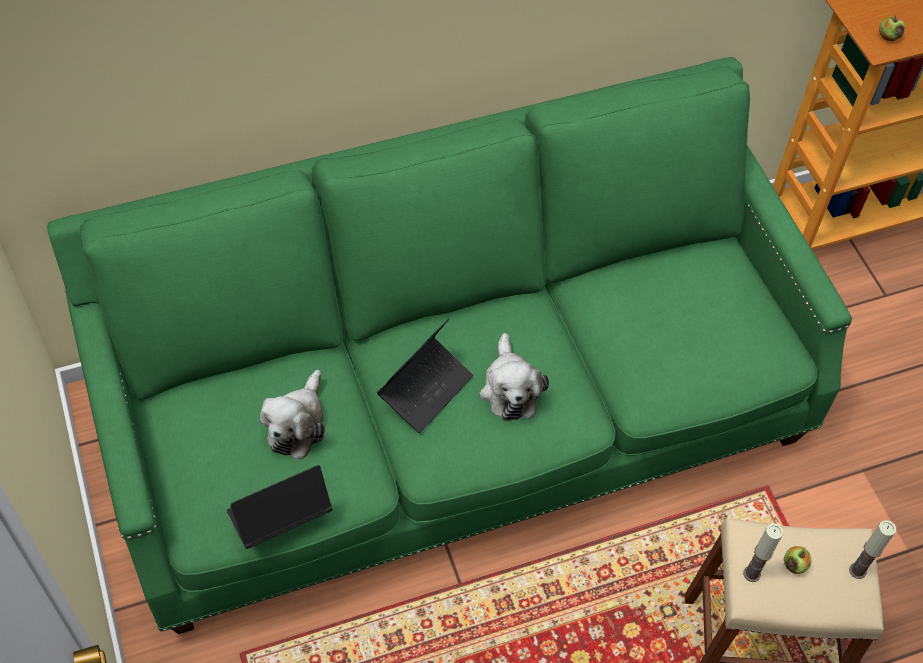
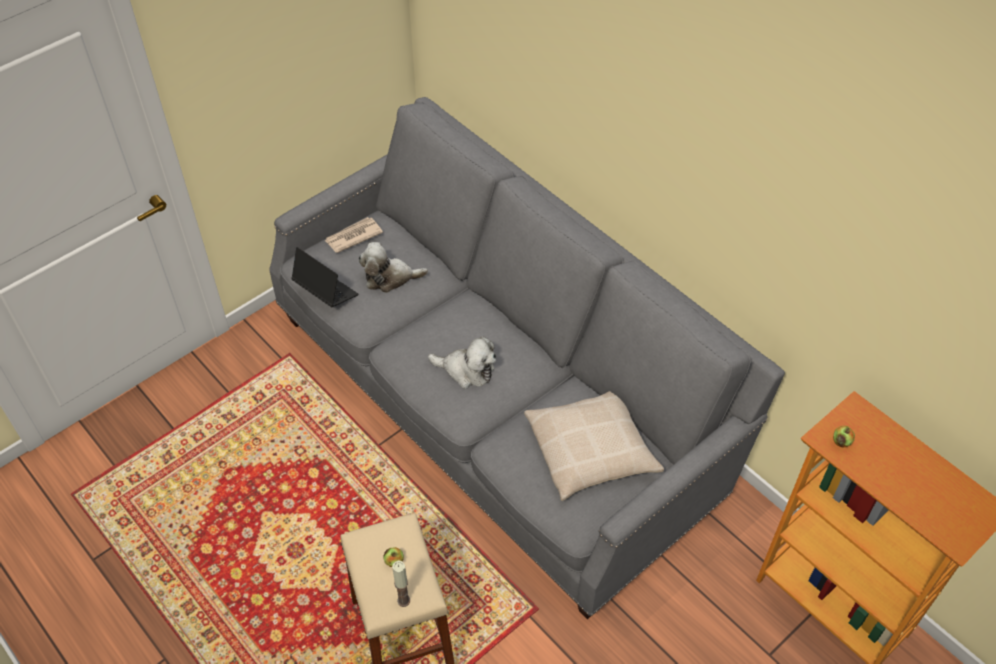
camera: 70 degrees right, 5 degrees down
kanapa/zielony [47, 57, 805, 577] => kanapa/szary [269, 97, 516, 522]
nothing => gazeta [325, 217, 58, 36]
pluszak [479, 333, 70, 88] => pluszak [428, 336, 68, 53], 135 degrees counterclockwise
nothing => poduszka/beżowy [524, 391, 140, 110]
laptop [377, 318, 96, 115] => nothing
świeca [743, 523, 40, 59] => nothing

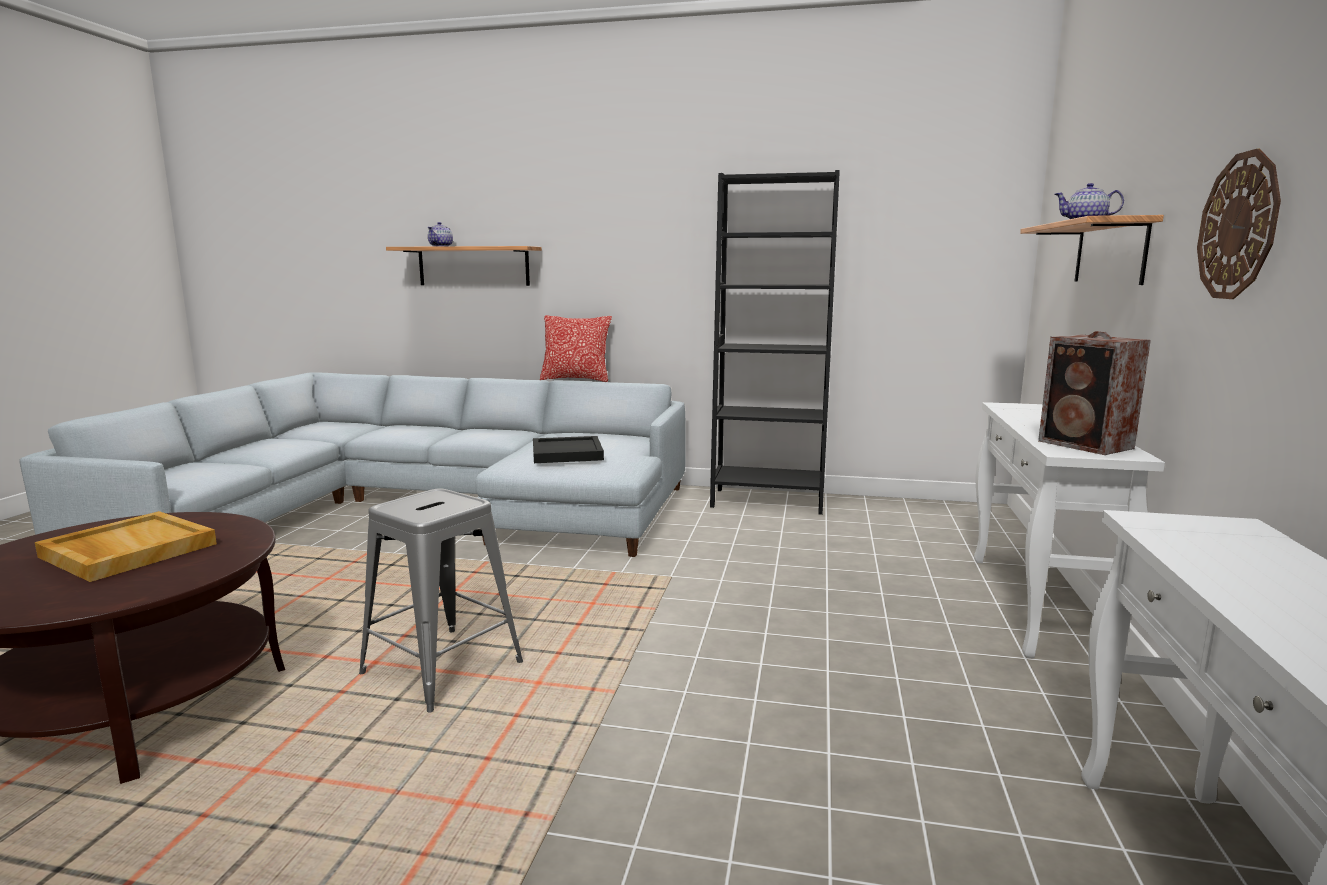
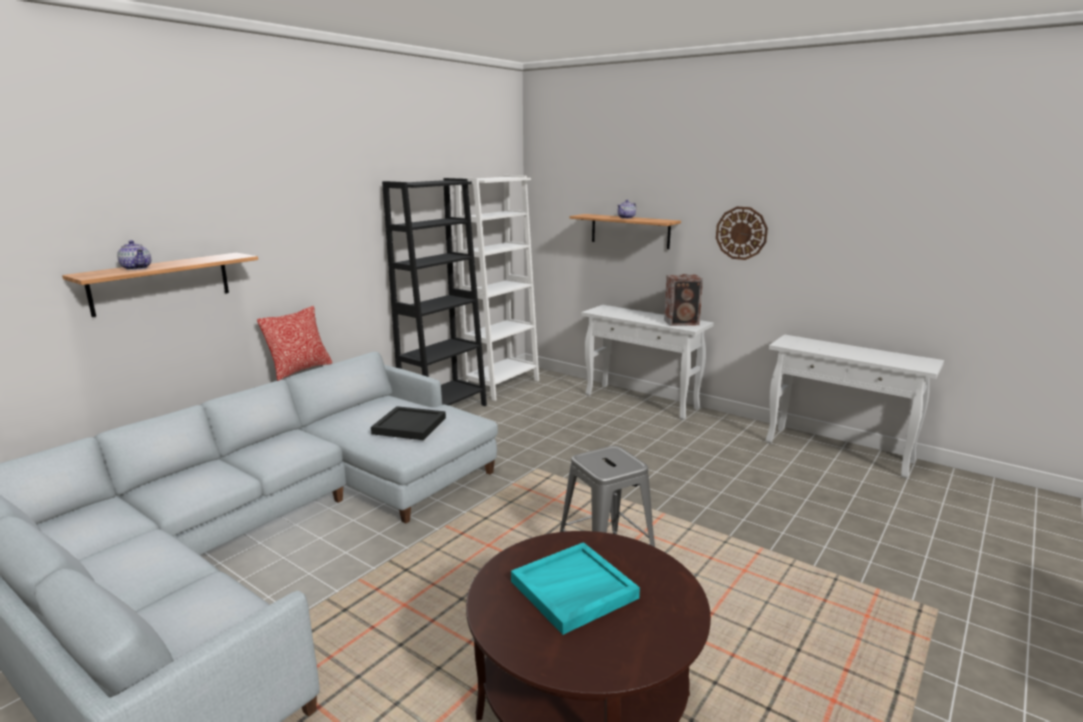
camera: 65 degrees left, 5 degrees up
nothing => regał/biały [455, 175, 84, 226]
taca/beżowy [35, 511, 182, 71] => taca/turkusowy [511, 542, 129, 93]

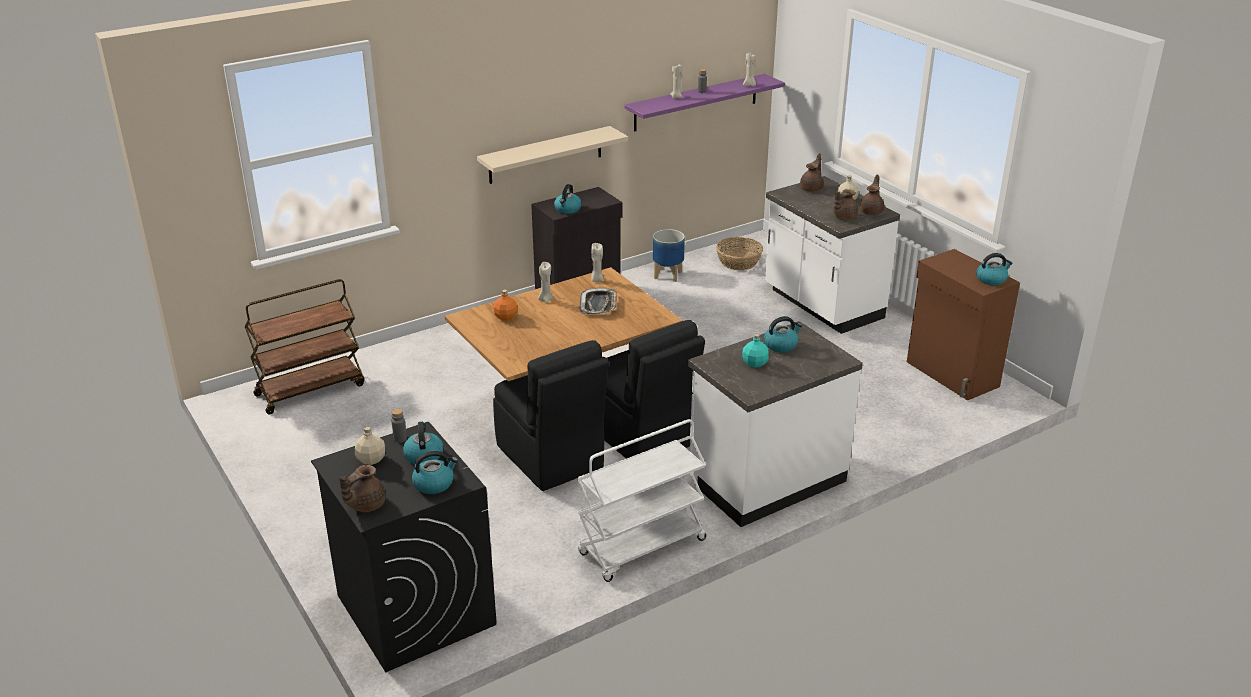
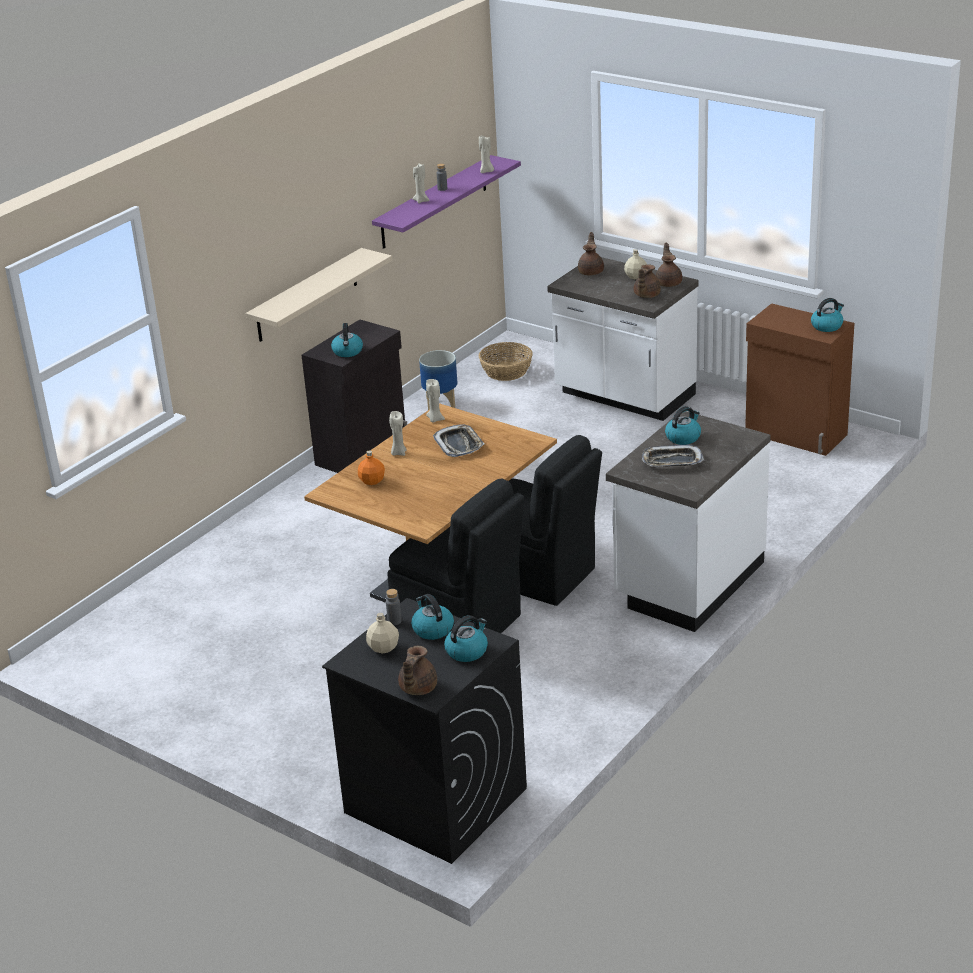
camera: 20 degrees left, 0 degrees up
butelka/turkusowy [742, 334, 27, 34] => taca [642, 445, 62, 22]
wózek/brązowy [245, 279, 120, 135] => nothing
wózek/biały [577, 419, 129, 163] => nothing

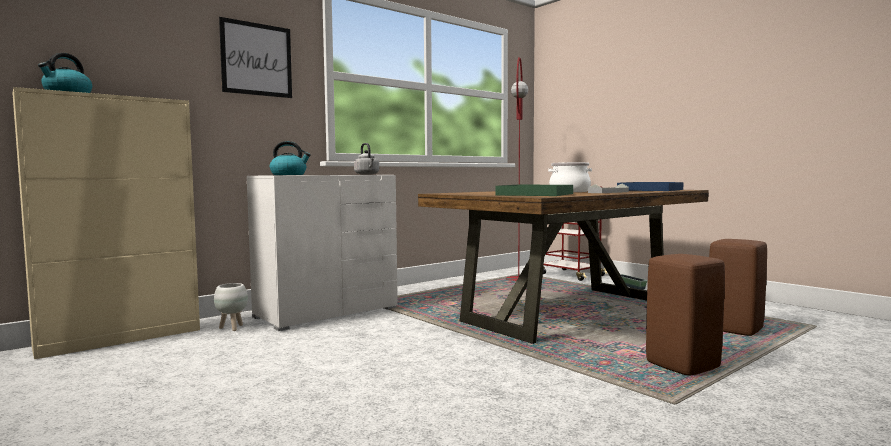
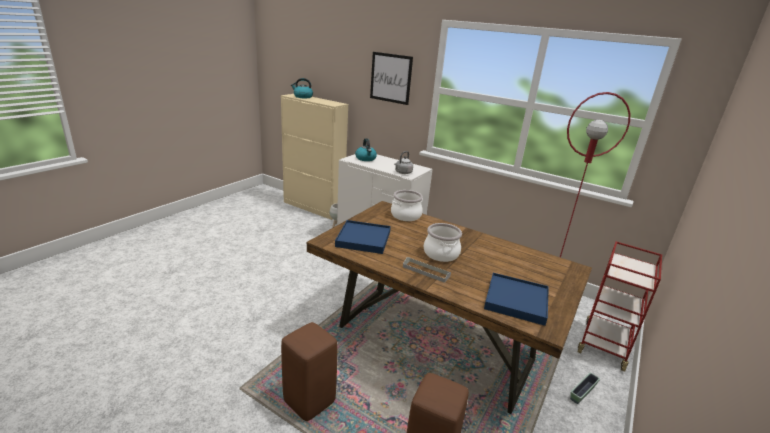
camera: 70 degrees right, 20 degrees up
taca/zielony [495, 185, 78, 11] => taca/niebieski [335, 220, 56, 34]
nothing => garnek [391, 190, 32, 31]

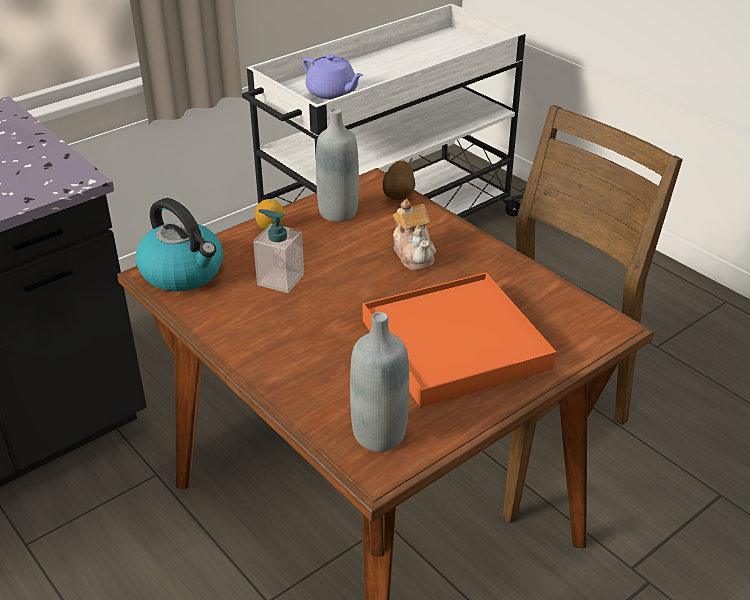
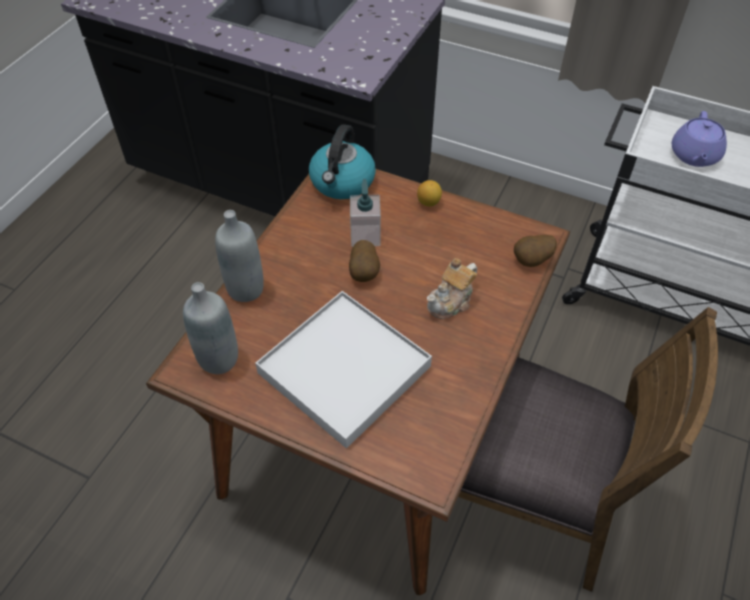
camera: 65 degrees right, 15 degrees up
butelka/szary [316, 108, 43, 114] => butelka/szary [215, 210, 49, 92], shifted
taca/pomarańczowy [363, 273, 193, 135] => taca/biały [255, 291, 177, 157]
nothing => ziemniak [349, 240, 31, 42]

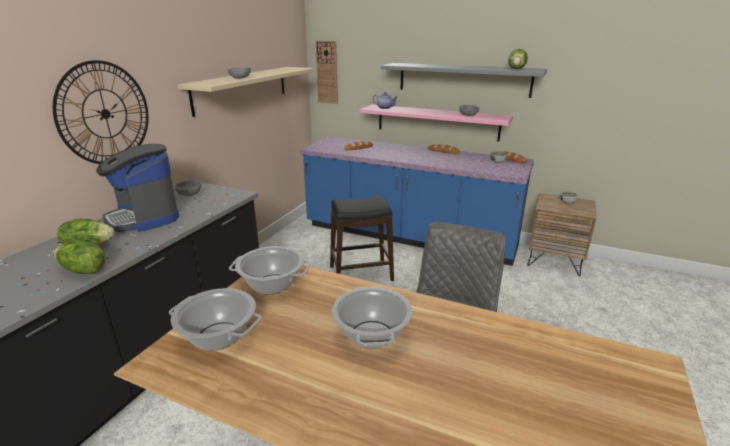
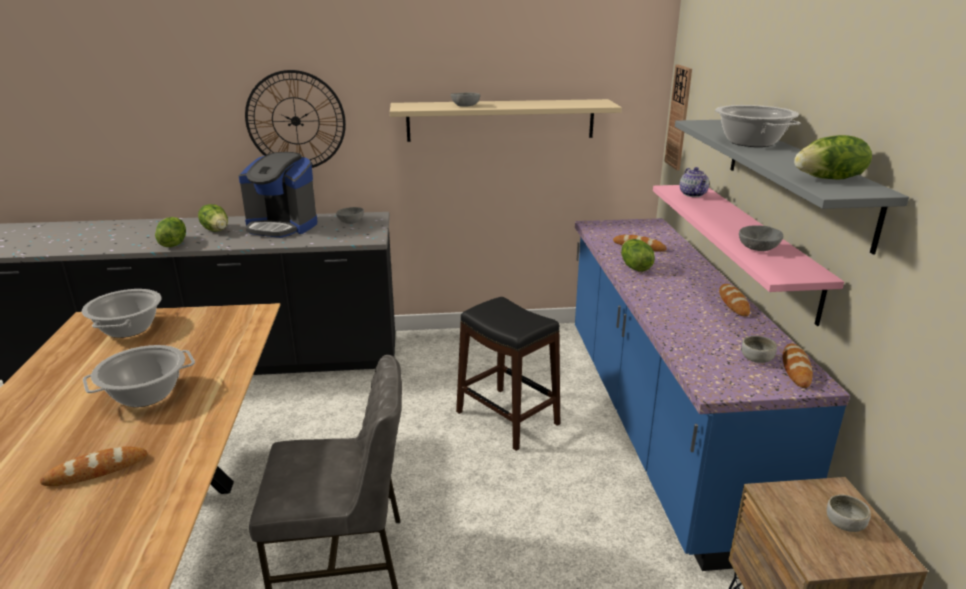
camera: 60 degrees right, 0 degrees up
nothing => chleb [40, 447, 107, 39]
ekspres do kawy [96, 144, 83, 88] => ekspres do kawy [239, 152, 78, 86], 90 degrees counterclockwise
nothing => sałata [621, 239, 34, 32]
garnek [229, 246, 82, 48] => garnek [715, 105, 85, 42], shifted

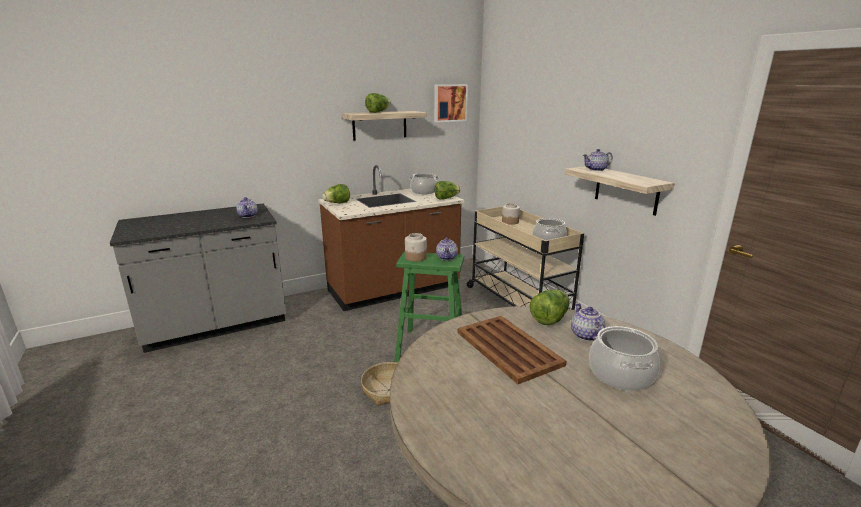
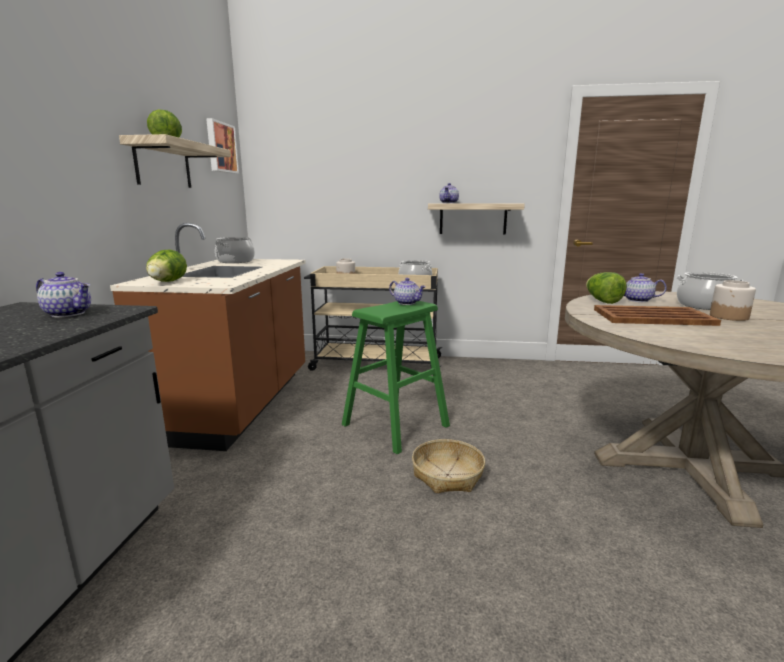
camera: 55 degrees left, 5 degrees down
słoik [405, 233, 22, 28] => słoik [710, 280, 46, 41], shifted
sałata [435, 181, 25, 19] => nothing

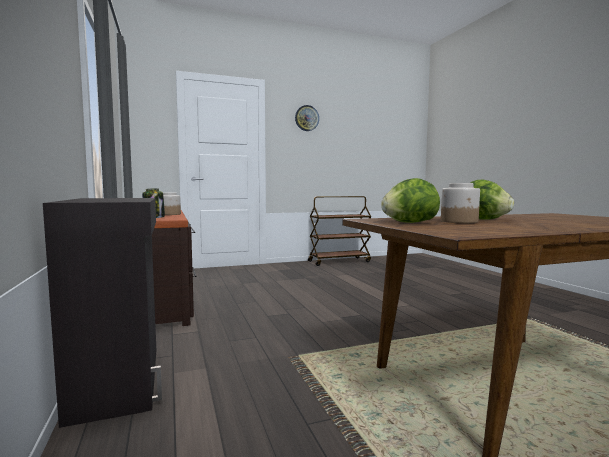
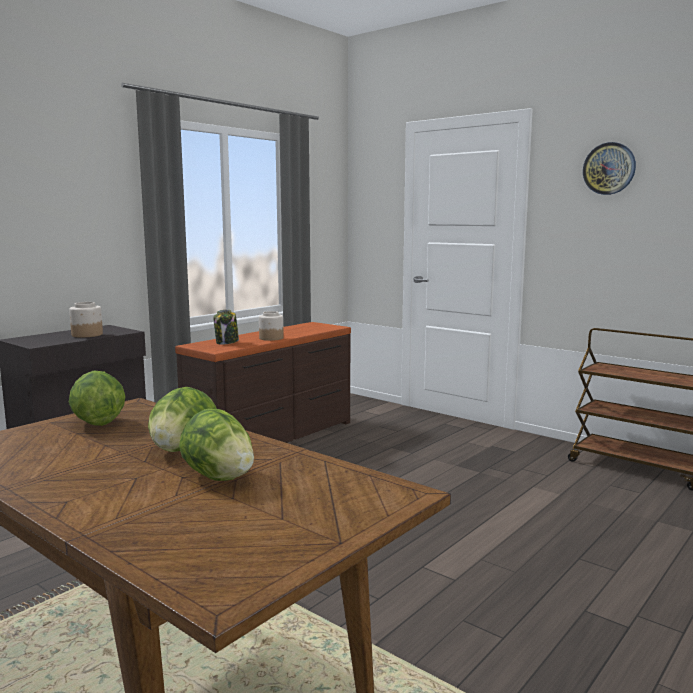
camera: 60 degrees right, 5 degrees up
słoik [441, 183, 39, 40] => słoik [69, 302, 34, 36], shifted
nothing => sałata [179, 409, 75, 72]

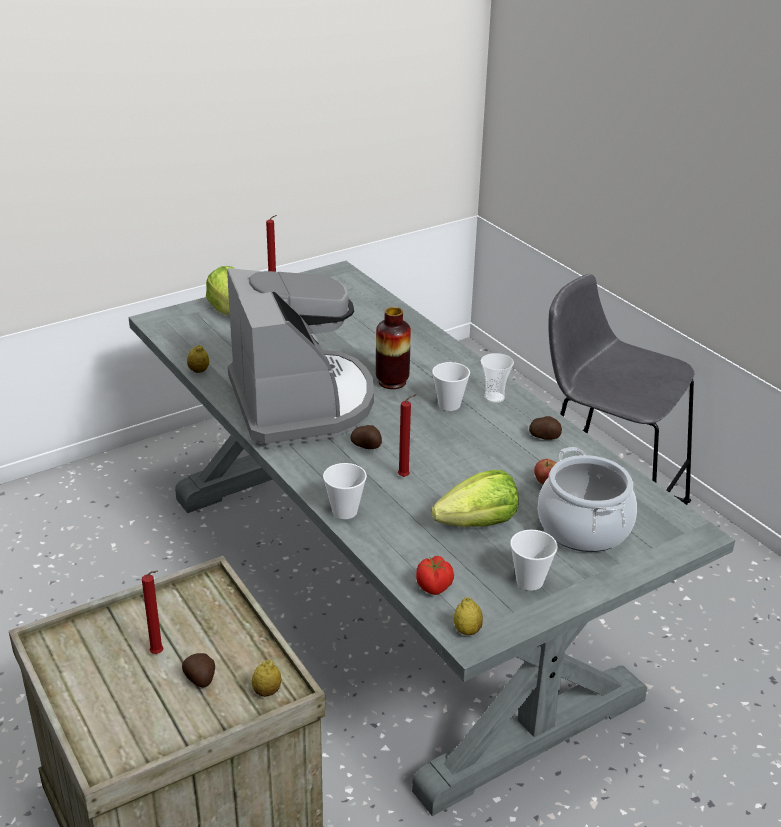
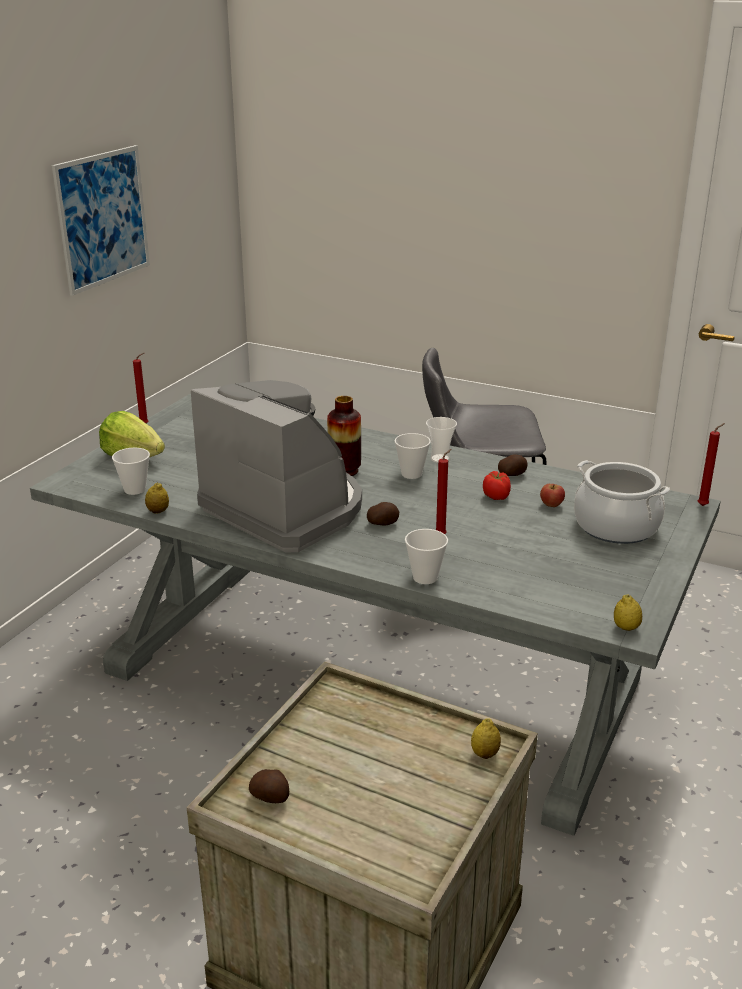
camera: 30 degrees left, 5 degrees down
nothing => obraz [52, 145, 98, 151]
filiżanka [510, 530, 48, 61] => filiżanka [112, 448, 38, 47], shifted
ziemniak [182, 653, 33, 35] => ziemniak [249, 769, 40, 34], shifted
pomidor [416, 556, 38, 39] => pomidor [483, 471, 28, 29], shifted
świeca/czerwony [142, 570, 21, 84] => świeca/czerwony [698, 423, 27, 83], shifted
sałata [432, 470, 86, 57] => nothing

